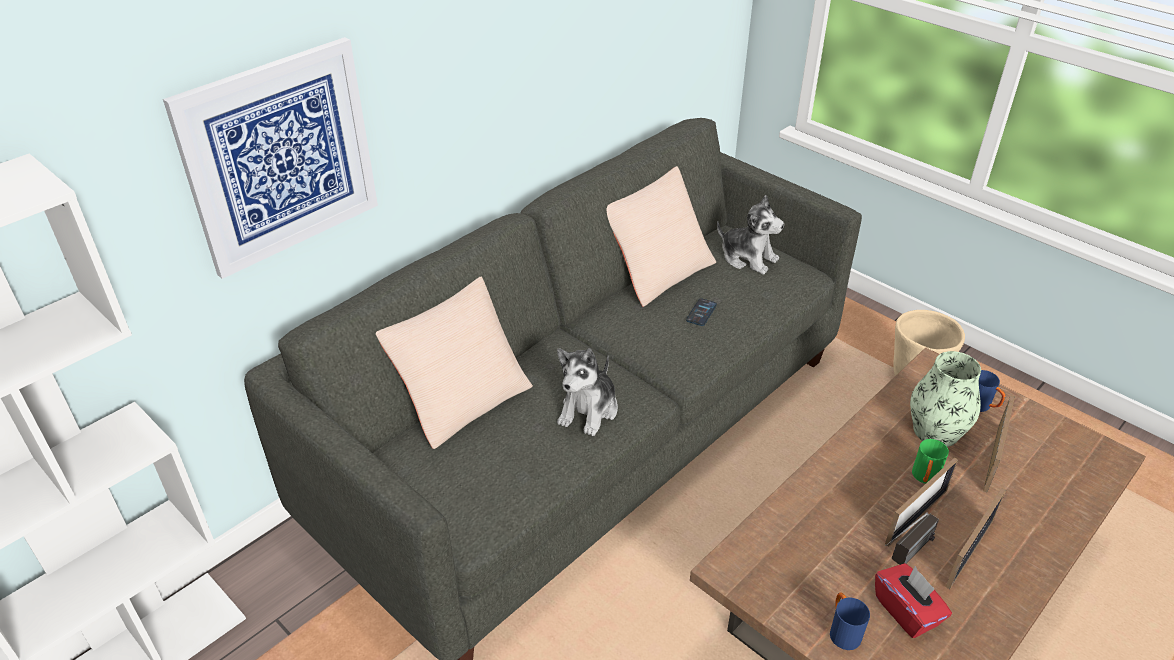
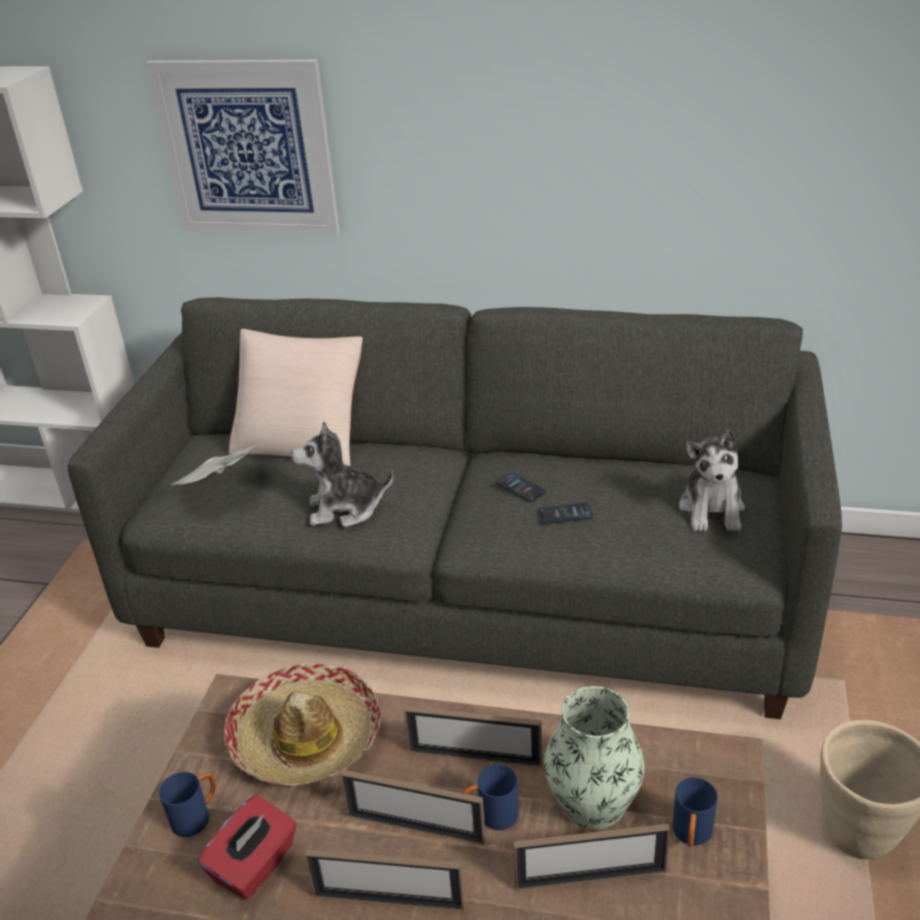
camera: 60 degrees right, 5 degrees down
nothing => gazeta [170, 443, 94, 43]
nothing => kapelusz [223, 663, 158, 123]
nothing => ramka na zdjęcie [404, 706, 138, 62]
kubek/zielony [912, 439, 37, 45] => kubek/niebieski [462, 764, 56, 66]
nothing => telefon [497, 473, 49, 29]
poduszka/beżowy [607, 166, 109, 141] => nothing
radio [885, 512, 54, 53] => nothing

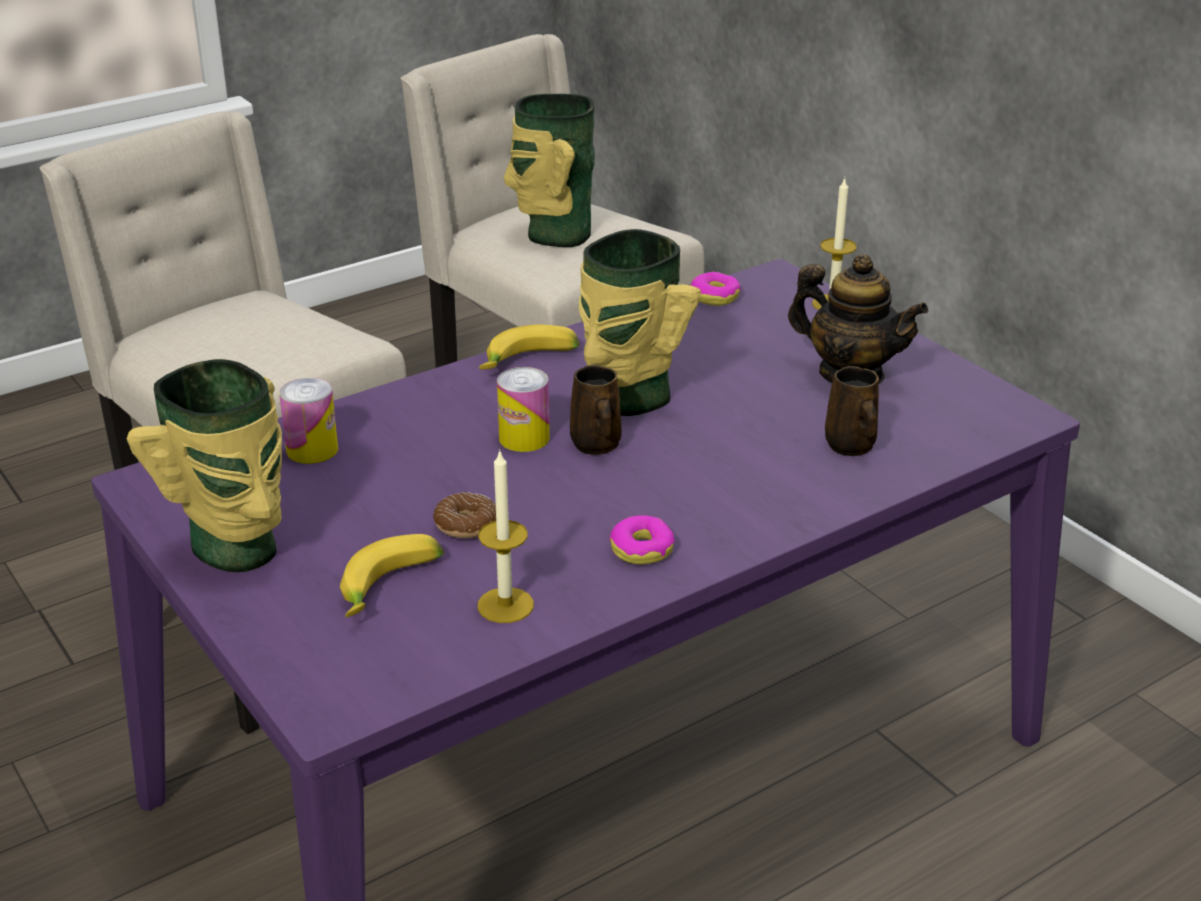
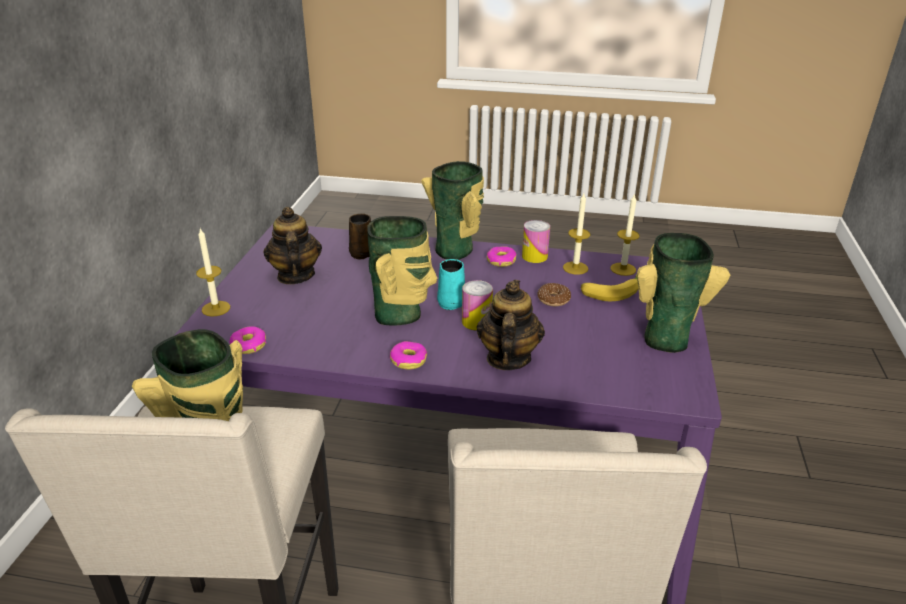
camera: 135 degrees left, 0 degrees up
banan [479, 325, 100, 45] => donut [390, 341, 37, 28]
nothing => wazon [422, 161, 62, 99]
kubek/brązowy [570, 365, 52, 90] => kubek/turkusowy [437, 259, 28, 51]
nothing => imbryk [477, 280, 68, 90]
puszka [279, 378, 59, 86] => puszka [522, 220, 28, 43], shifted
nothing => świeca [611, 193, 29, 83]

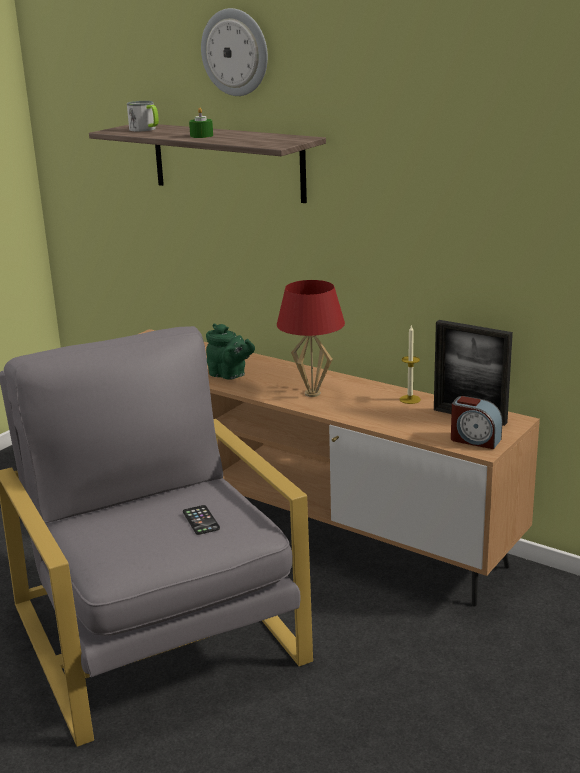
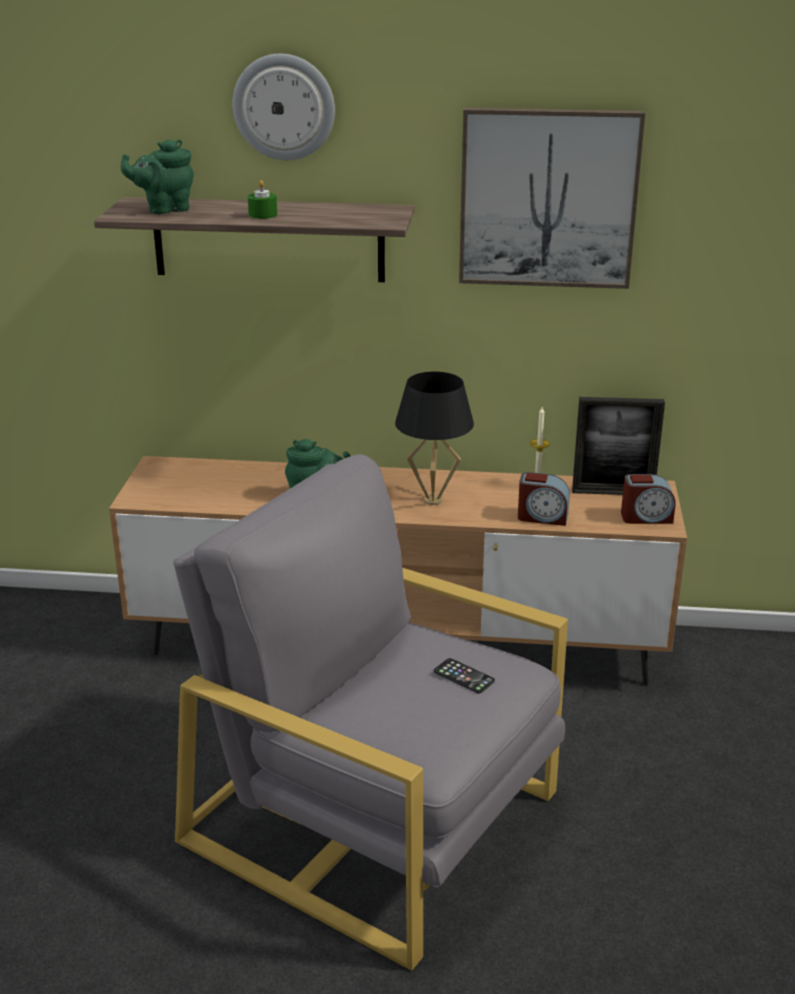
camera: 30 degrees left, 5 degrees up
kubek [127, 101, 32, 30] => imbryk/zielony [120, 139, 74, 75]
lampa stołowa/czerwony [277, 280, 68, 117] => lampa stołowa/czarny [395, 372, 79, 133]
nothing => obraz [459, 107, 186, 182]
nothing => budzik [518, 472, 52, 54]

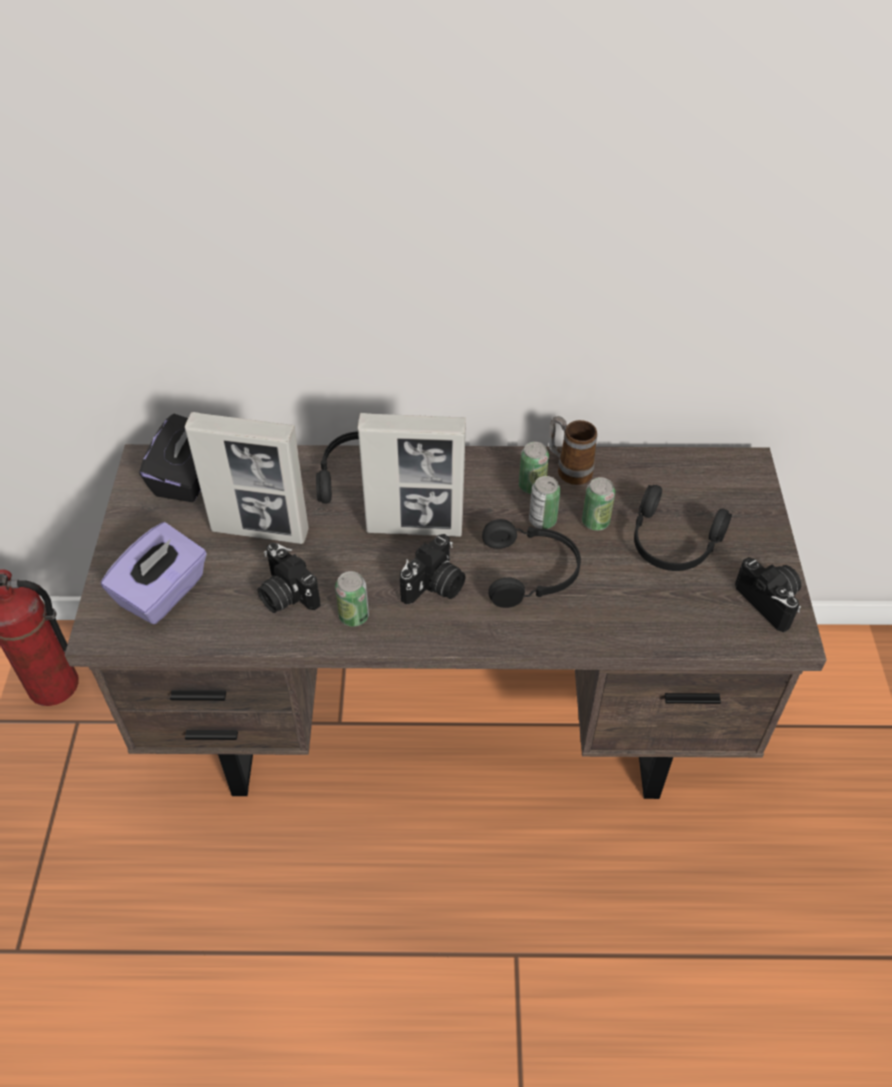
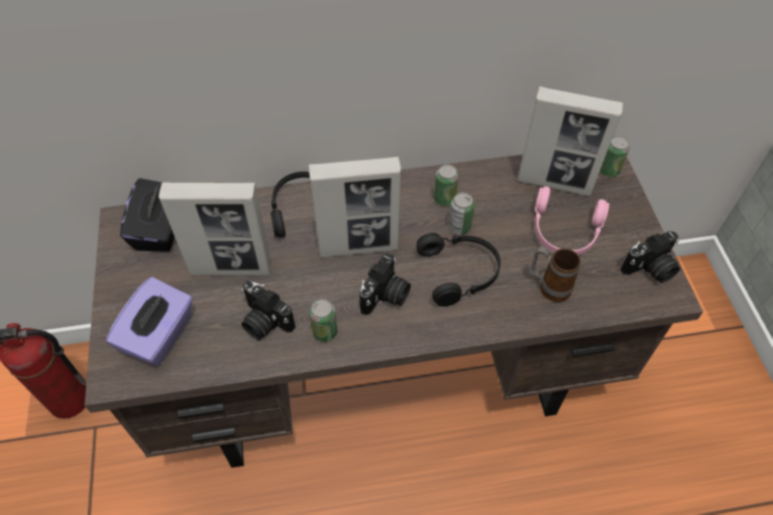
camera: 10 degrees left, 5 degrees up
nothing => ramka na zdjęcie [517, 86, 106, 110]
kubek [549, 416, 48, 69] => kubek [531, 247, 50, 55], shifted
słuchawki/czarny [634, 485, 98, 86] => słuchawki/różowy [534, 186, 75, 69]
puszka [582, 477, 33, 54] => puszka [600, 136, 30, 41], shifted
aparat fotograficzny [735, 557, 66, 75] => aparat fotograficzny [620, 231, 60, 52], 105 degrees clockwise

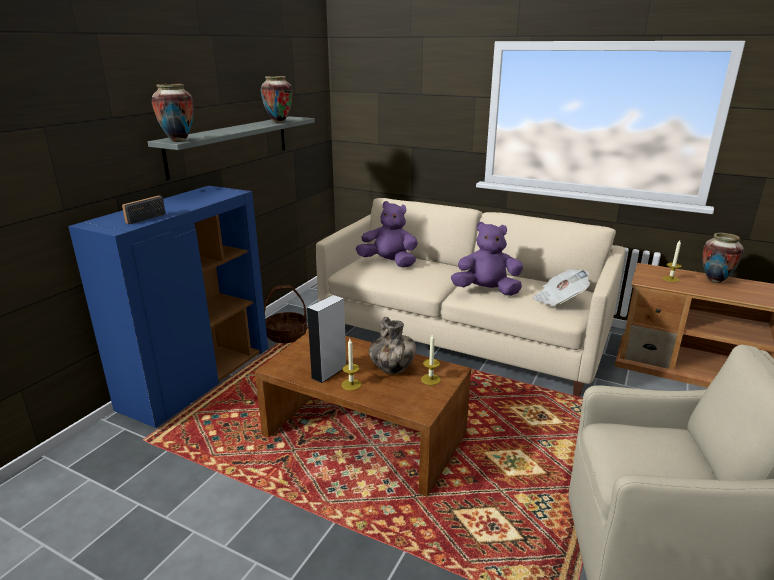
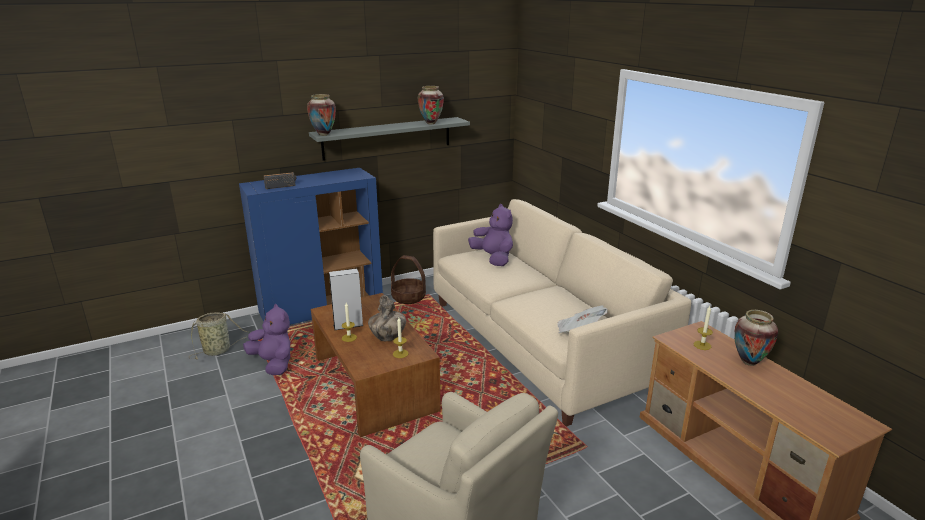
camera: 35 degrees right, 0 degrees up
nothing => koszyk [189, 312, 59, 47]
pluszak/fioletowy [451, 222, 72, 74] => pluszak/fioletowy [243, 304, 48, 71], shifted

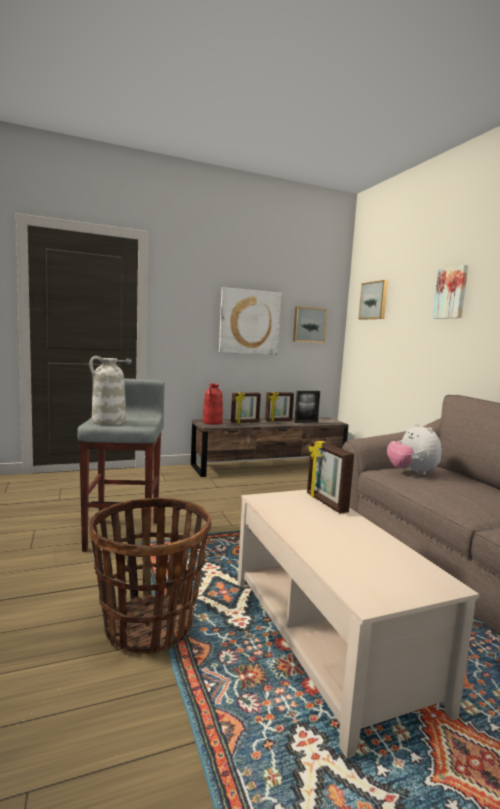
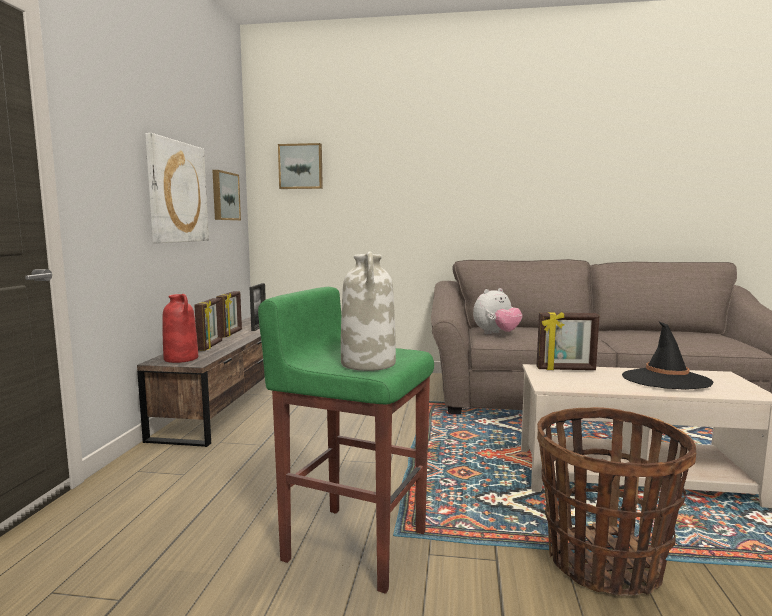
camera: 60 degrees left, 0 degrees up
stołek/szary [77, 378, 88, 174] => stołek/zielony [258, 287, 176, 307]
pluszak [387, 423, 55, 52] => pluszak [473, 288, 49, 46], 45 degrees counterclockwise
nothing => kapelusz/czarny [622, 321, 92, 69]
obraz [433, 265, 35, 54] => nothing

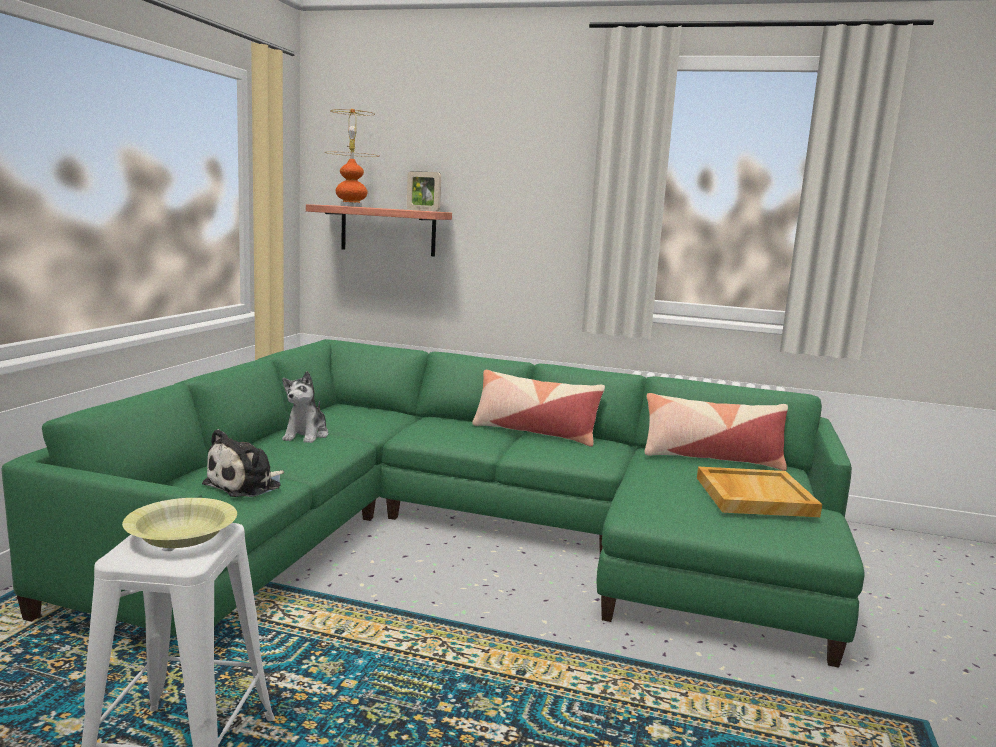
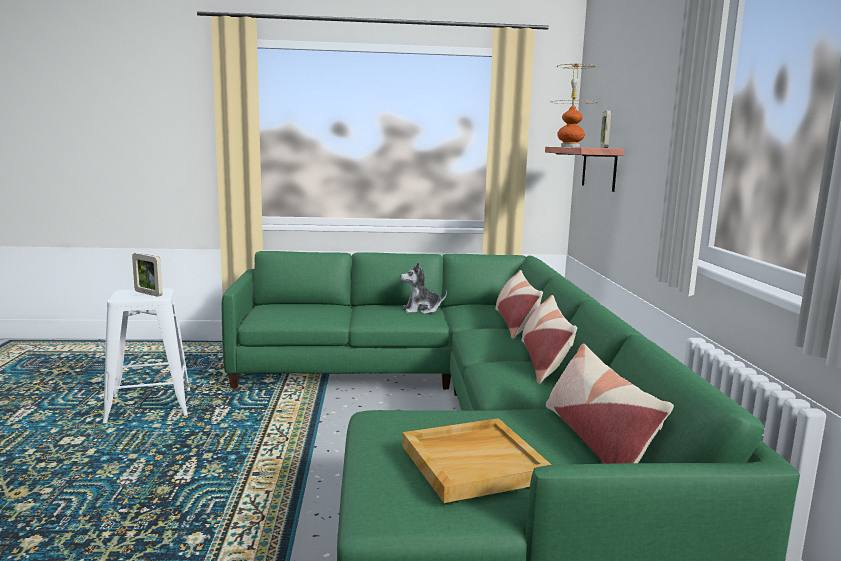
camera: 70 degrees right, 0 degrees up
miska/żółty [122, 498, 115, 50] => ramka na zdjęcie [132, 253, 31, 44]
nothing => poduszka [495, 270, 48, 69]
pluszak [202, 429, 82, 68] => nothing

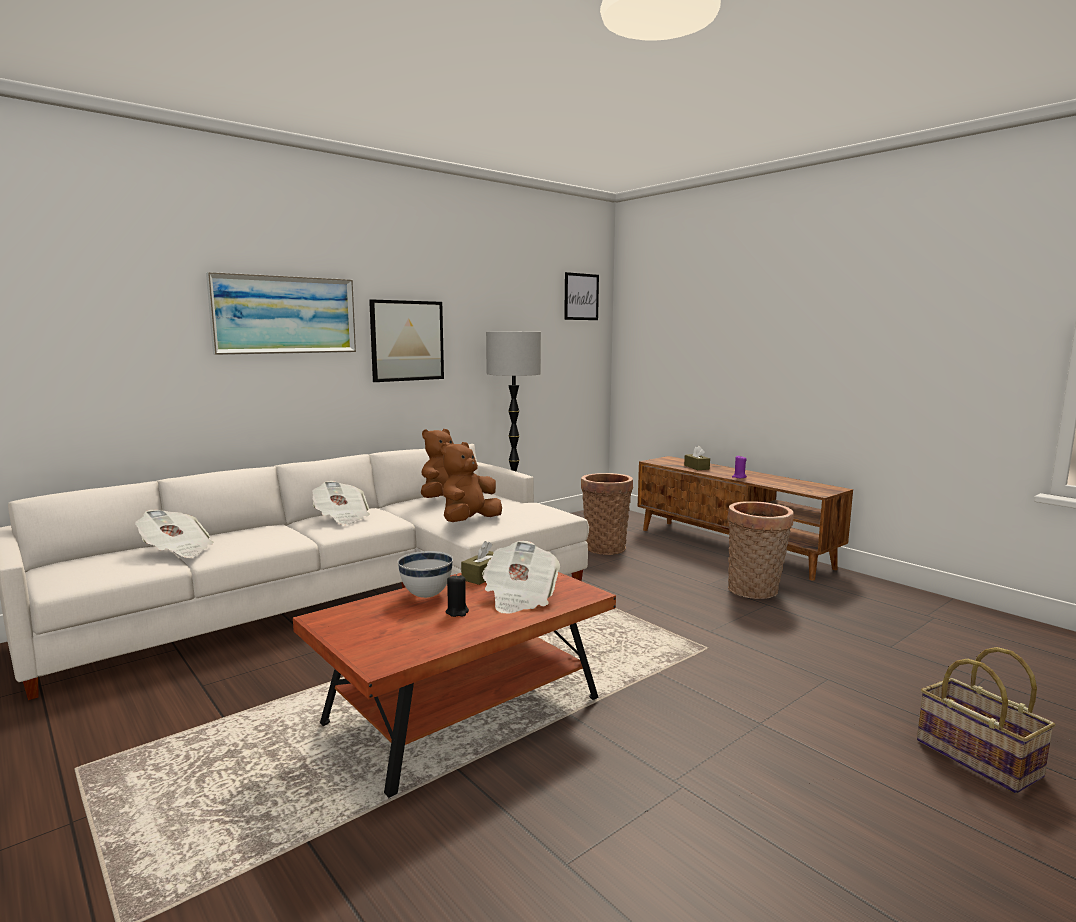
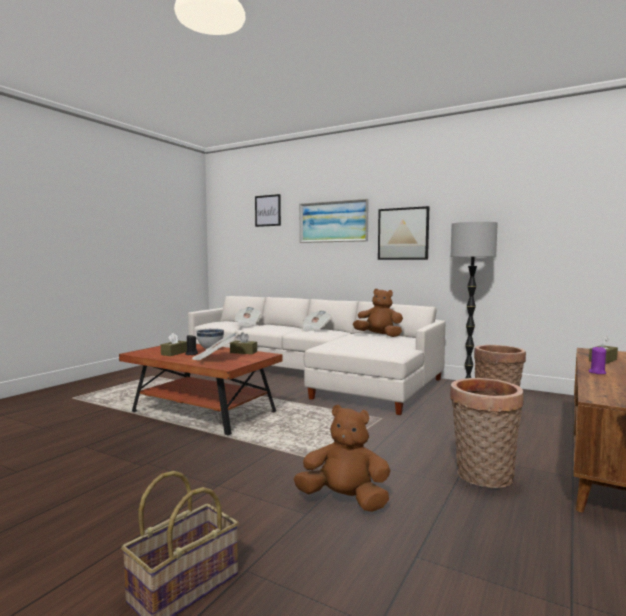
camera: 70 degrees right, 5 degrees down
nothing => pudełko chusteczek/brązowy [161, 333, 26, 23]
obraz [564, 272, 35, 48] => obraz [255, 194, 26, 33], shifted
pluszak/brązowy [441, 442, 61, 80] => pluszak/brązowy [294, 405, 97, 107], shifted

